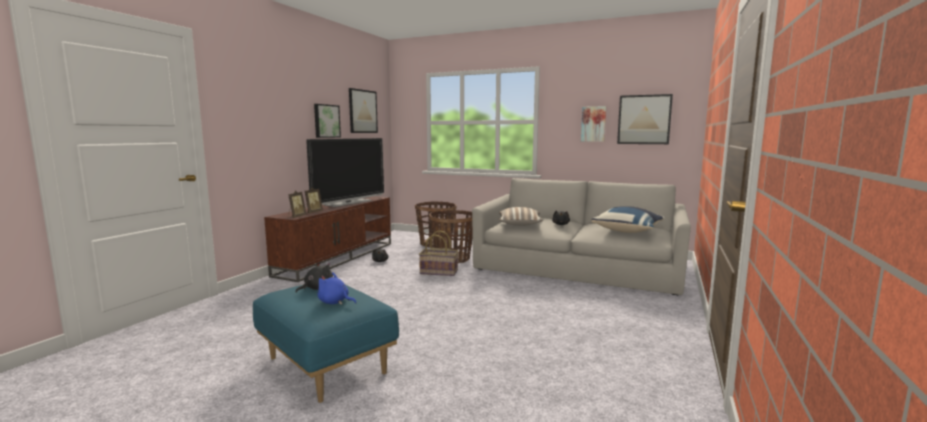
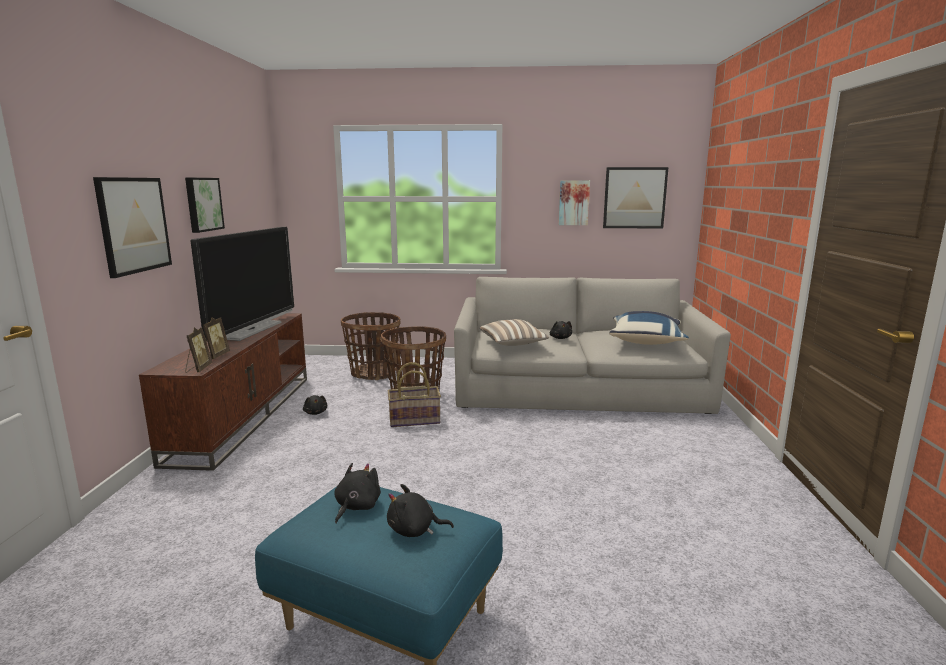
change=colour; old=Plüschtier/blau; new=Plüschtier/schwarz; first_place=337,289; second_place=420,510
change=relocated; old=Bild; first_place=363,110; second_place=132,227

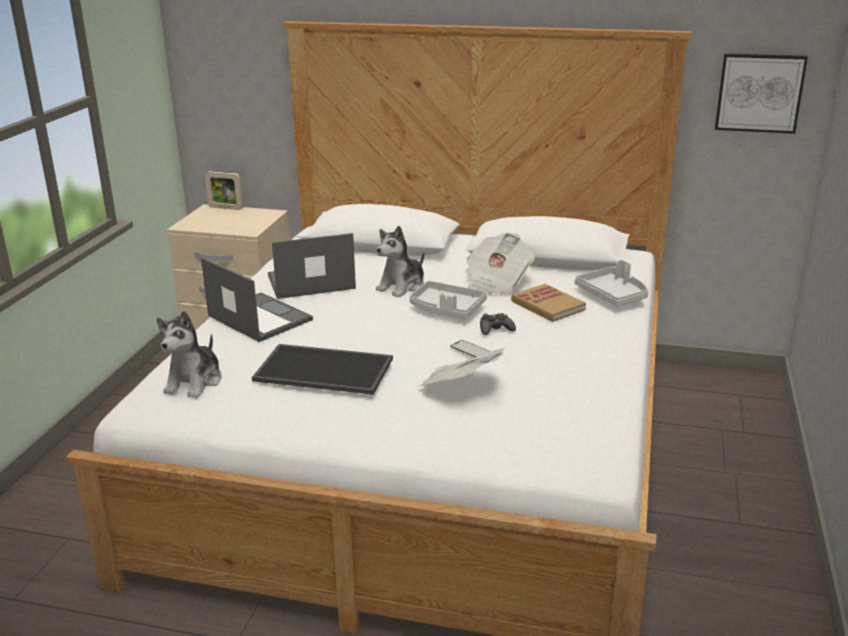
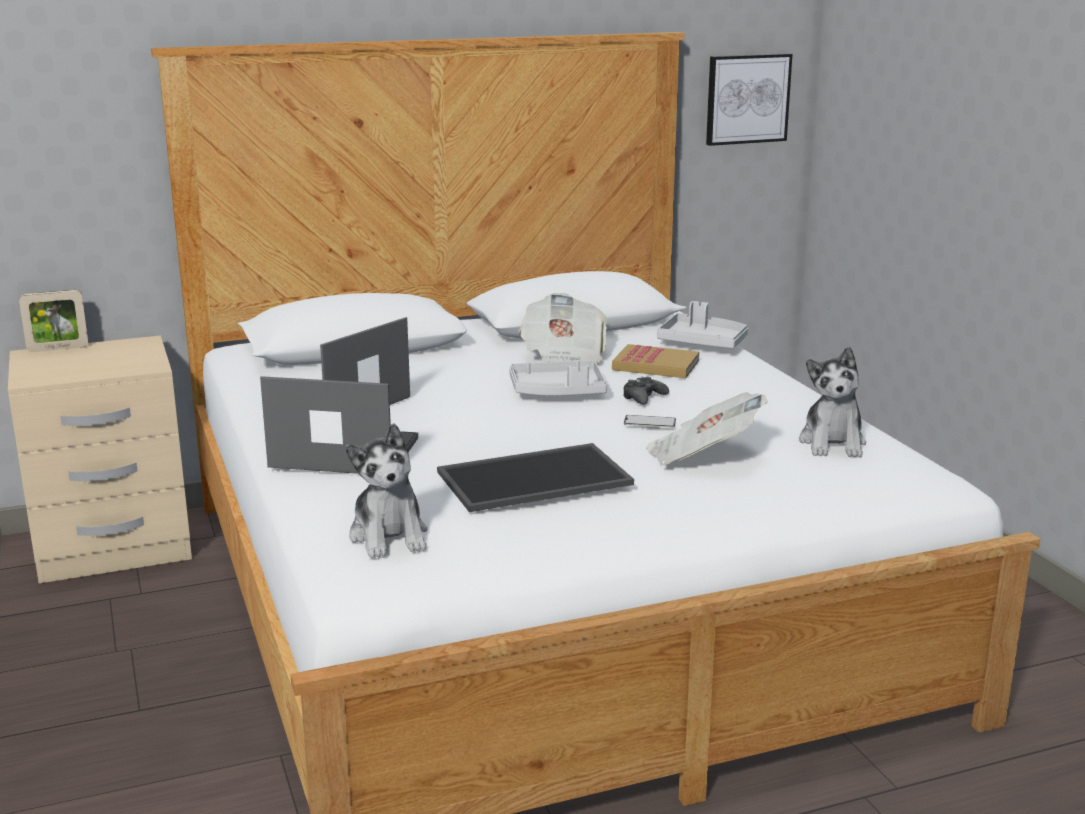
change=relocated; old=Plüschtier; first_place=400,261; second_place=832,402

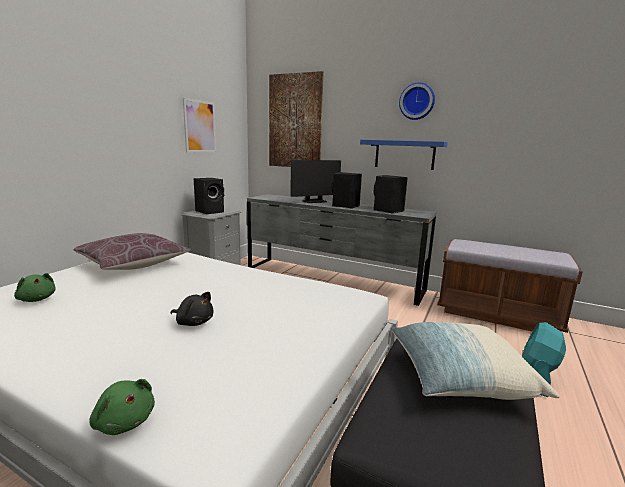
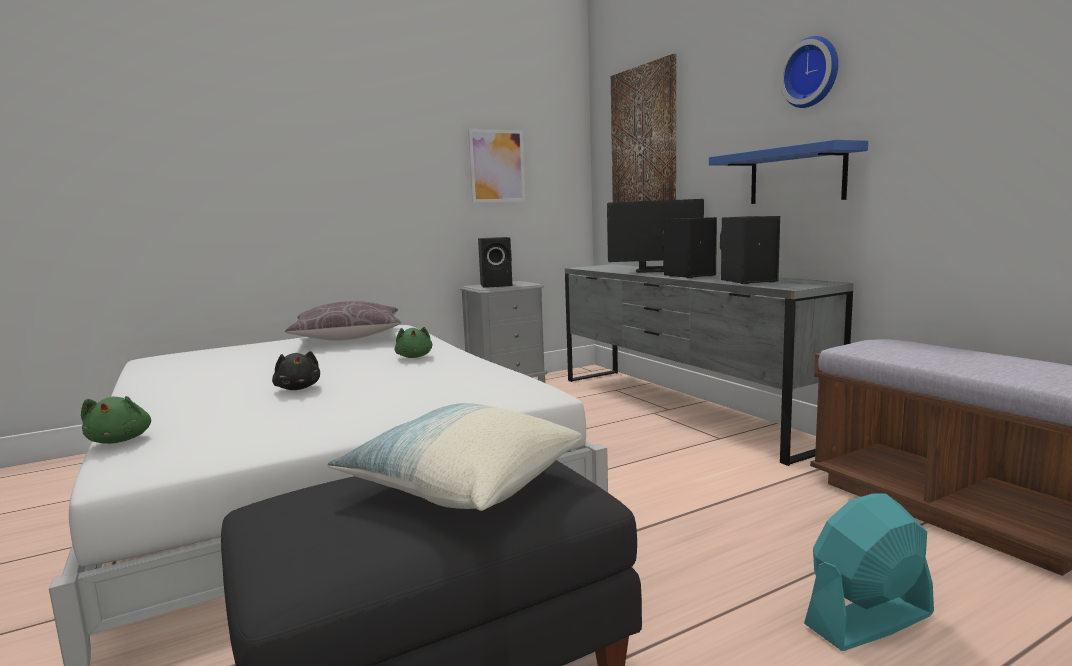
change=relocated; old=Plüschtier/grün; first_place=35,287; second_place=413,342

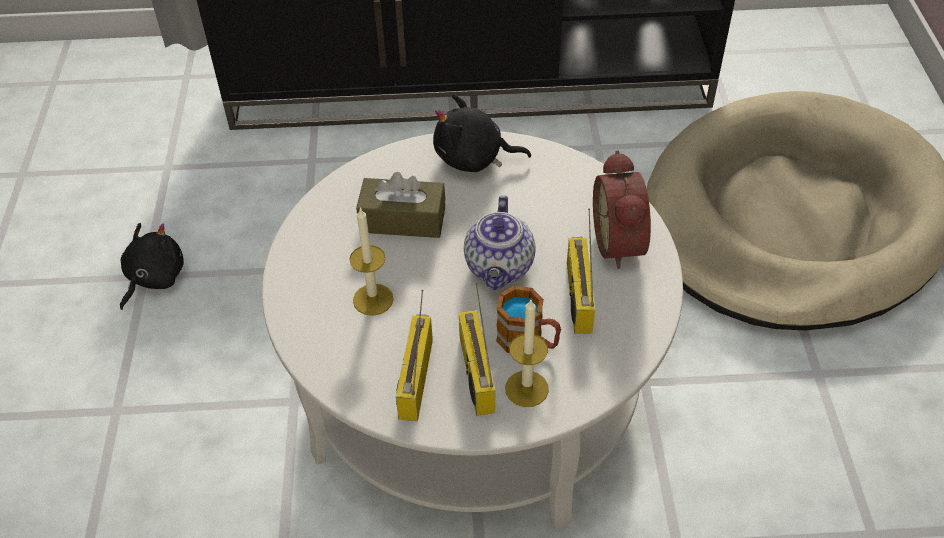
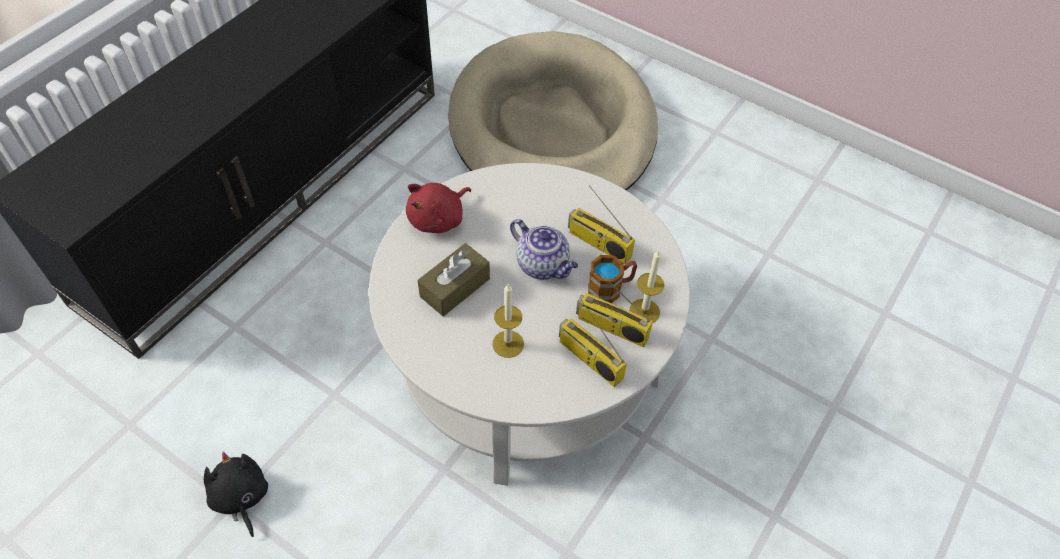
change=colour; old=Plüschtier/schwarz; new=Plüschtier/rot; first_place=482,133; second_place=438,208
change=missing; old=Wecker; first_place=622,209

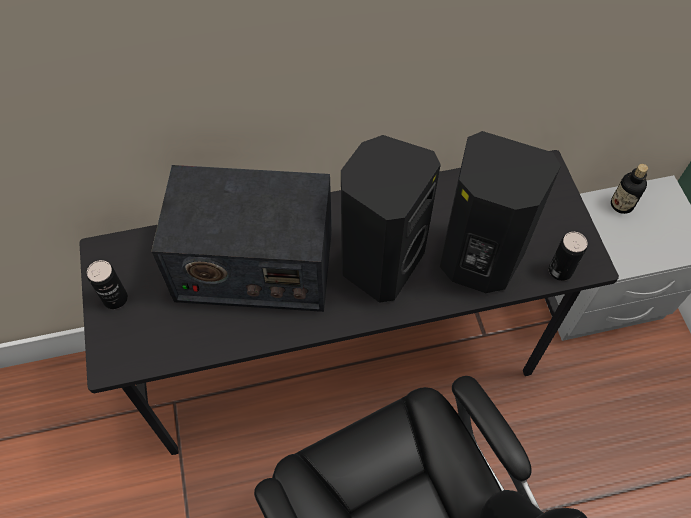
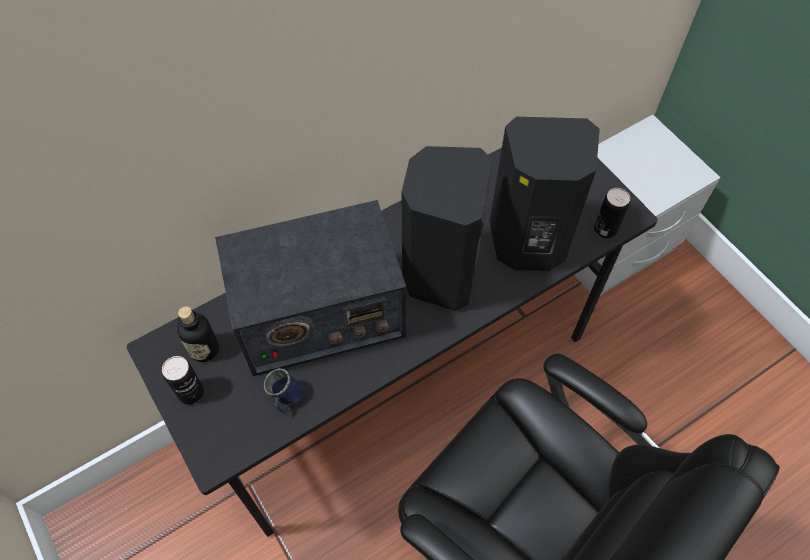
change=relocated; old=Flasche; first_place=629,189; second_place=198,334
change=appeared; new=Henkelbecher/blau; second_place=284,390

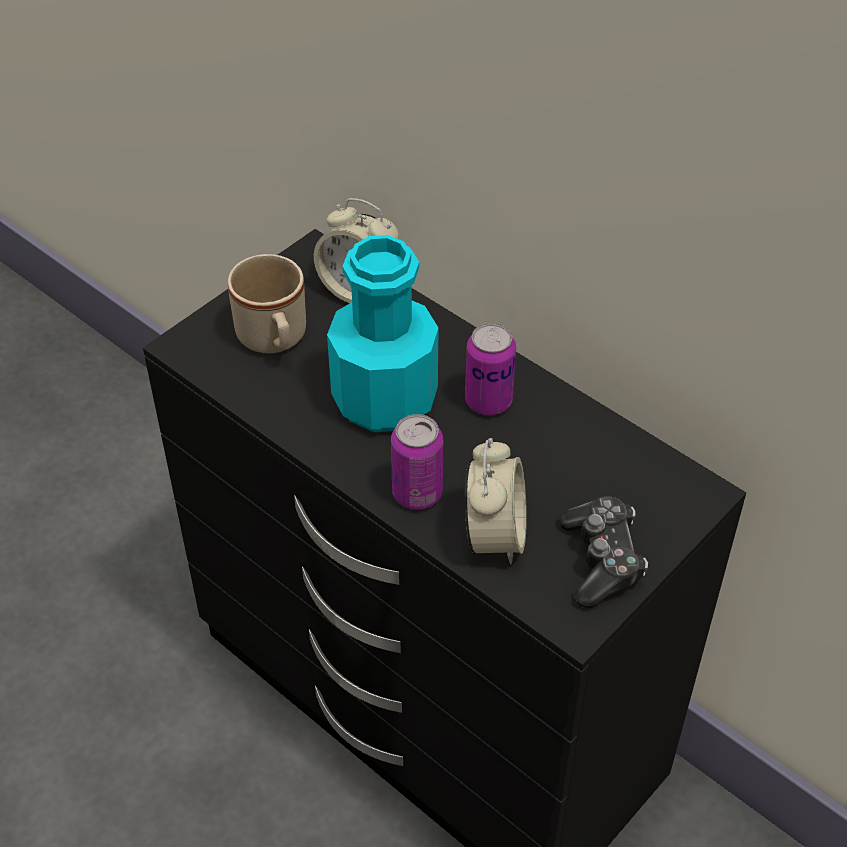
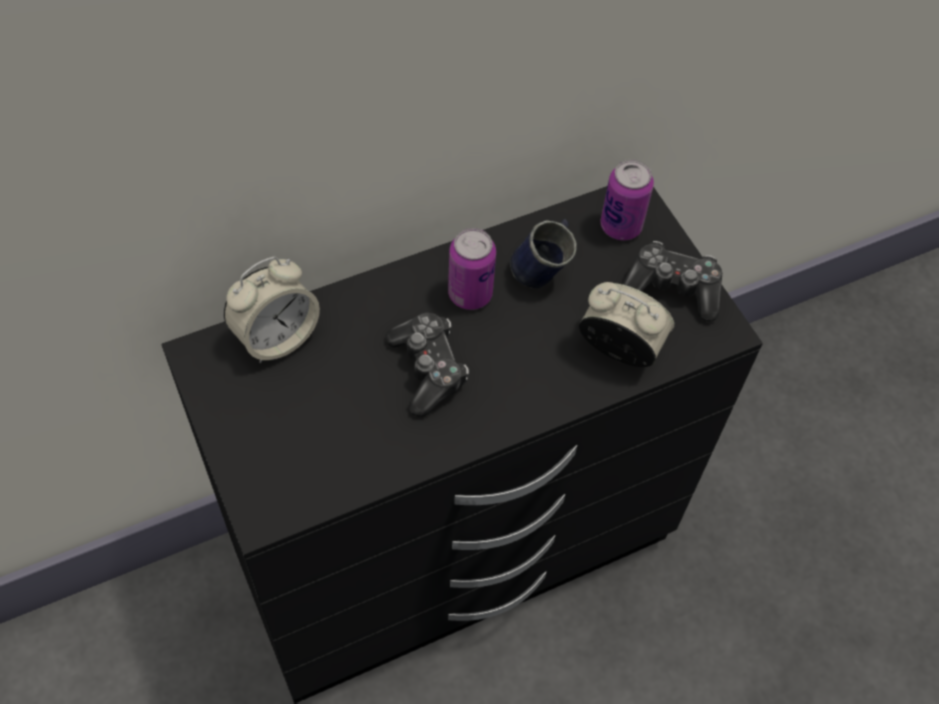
change=missing; old=Henkelbecher/beige; first_place=266,303
change=exchanged; old=Flasche/türkis; new=Gamepad; first_place=383,333; second_place=427,365
change=relocated; old=Dose; first_place=417,461; second_place=627,200
change=appeared; new=Henkelbecher/blau; second_place=543,253

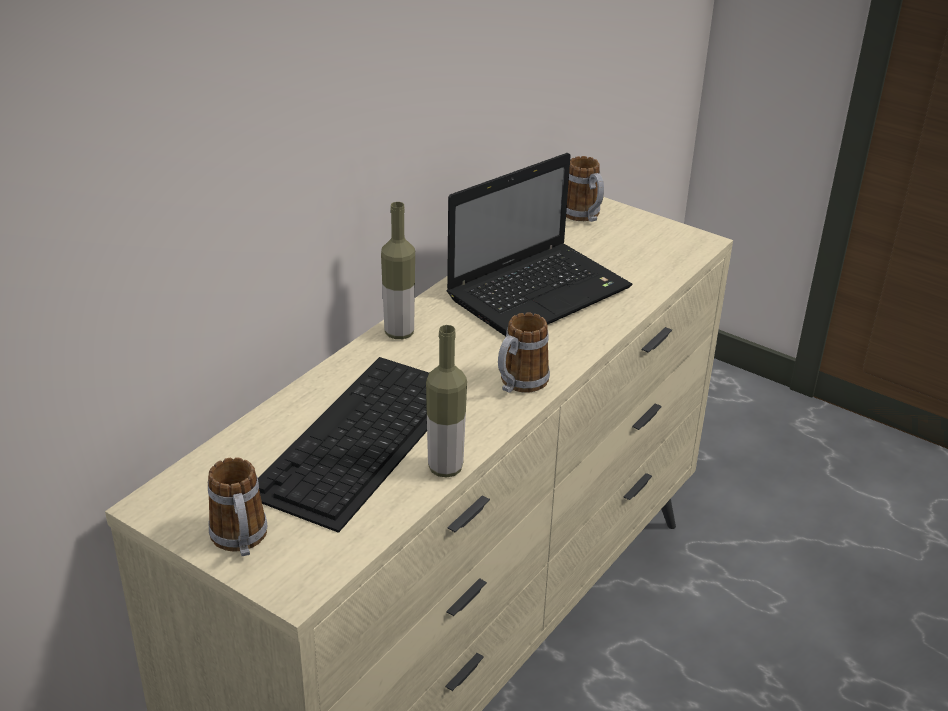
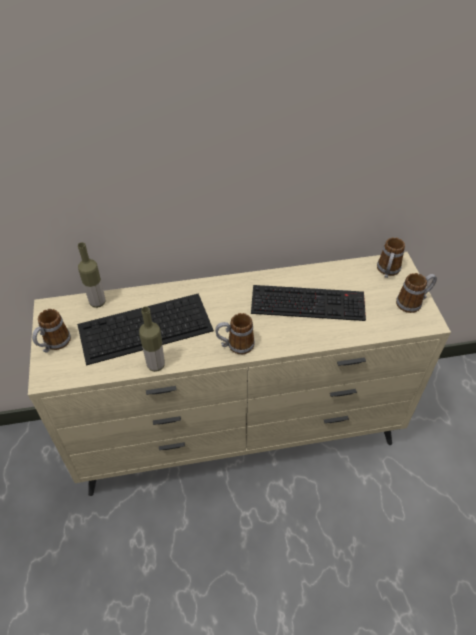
change=relocated; old=Flasche; first_place=398,270; second_place=92,275
change=exchanged; old=Laptop; new=Tastatur; first_place=539,244; second_place=308,303
change=appeared; new=Henkelbecher; second_place=416,293

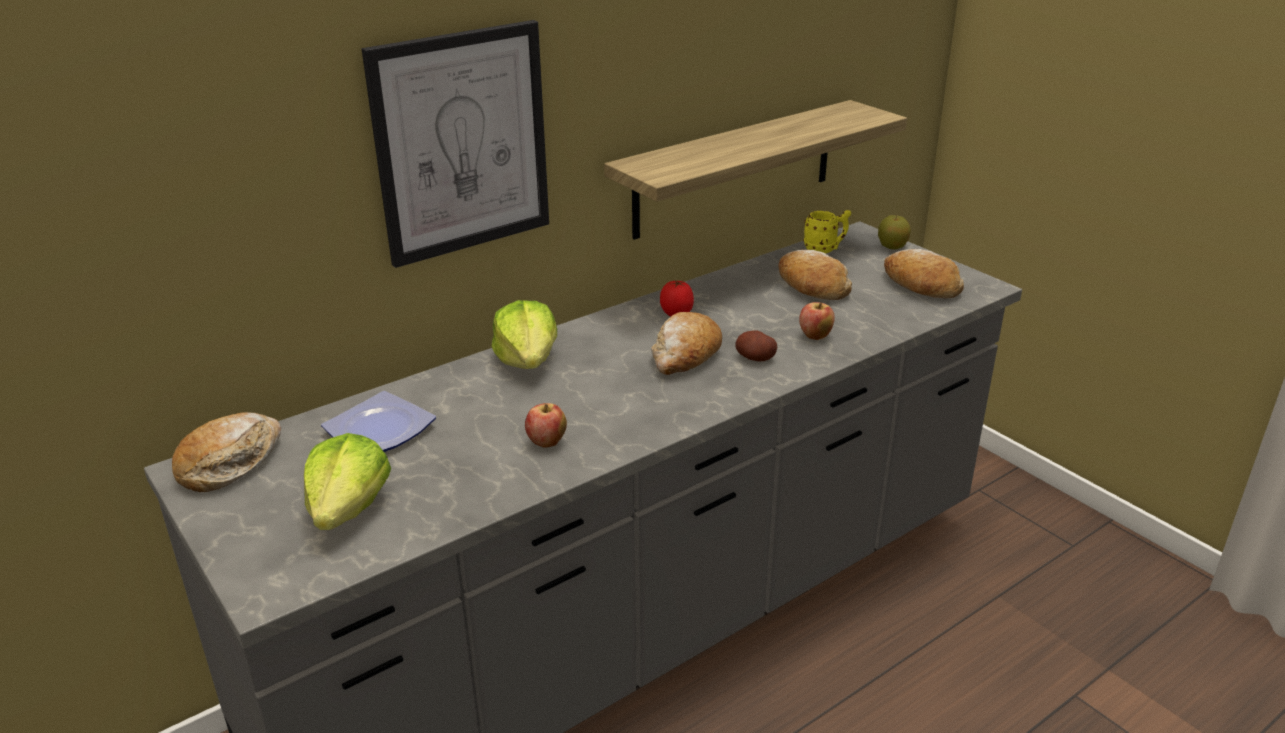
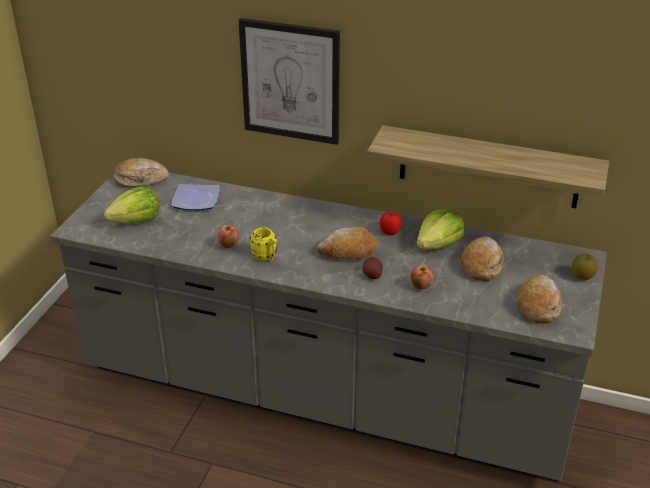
change=relocated; old=Salatkopf; first_place=524,334; second_place=440,229
change=relocated; old=Henkelbecher/gelb; first_place=827,232; second_place=263,244

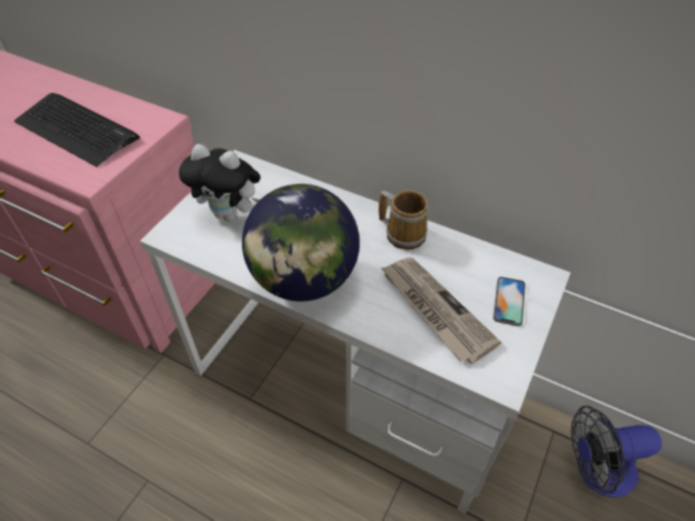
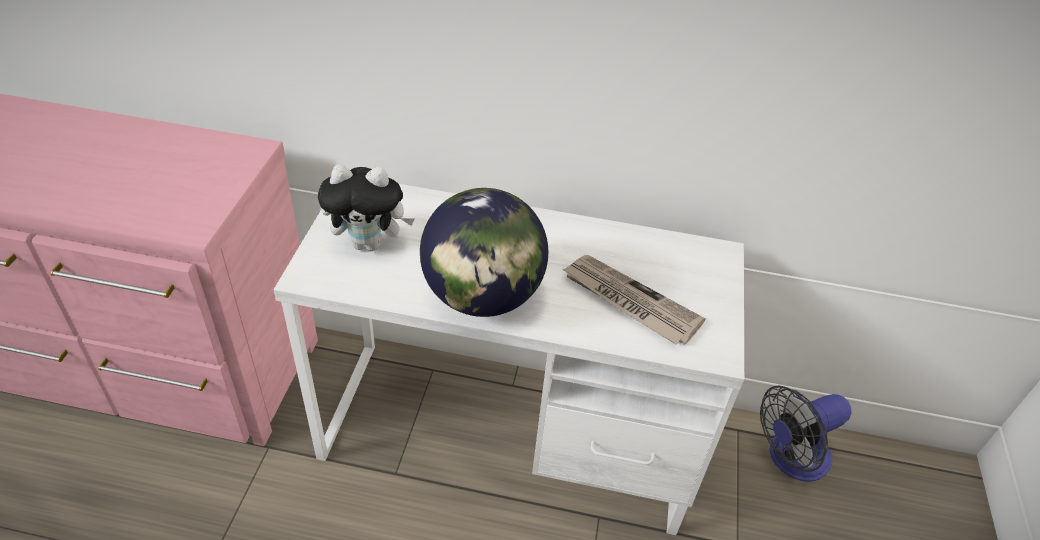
change=missing; old=Tastatur; first_place=77,130
change=missing; old=Henkelbecher; first_place=404,220
change=missing; old=Handy; first_place=509,301

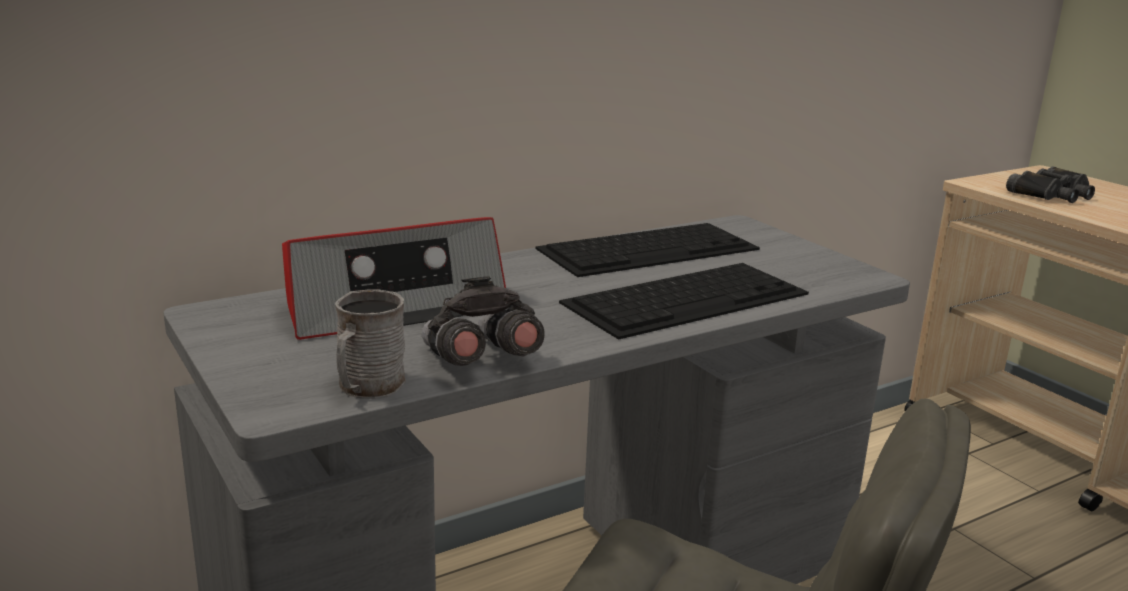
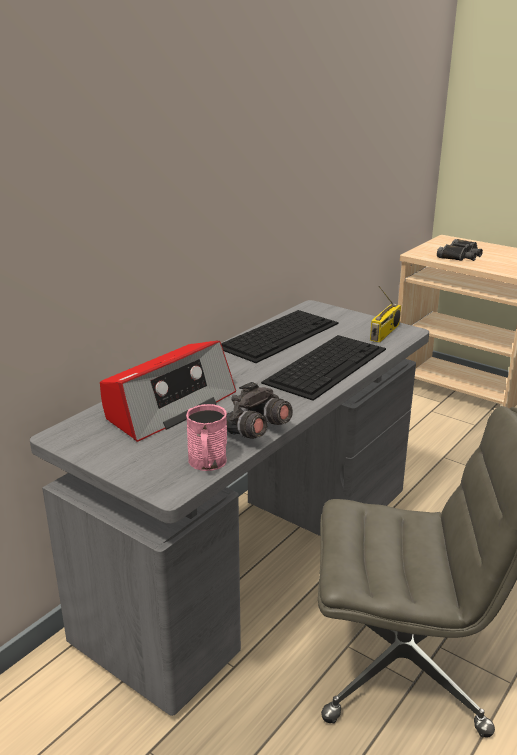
change=colour; old=Henkelbecher/grau; new=Henkelbecher/rosa; first_place=370,344; second_place=206,437
change=appeared; new=Radio; second_place=385,314

